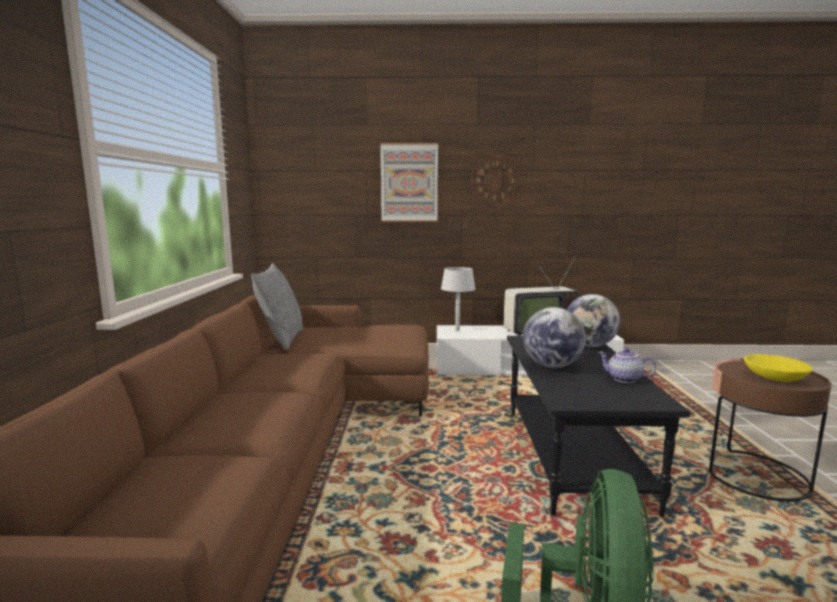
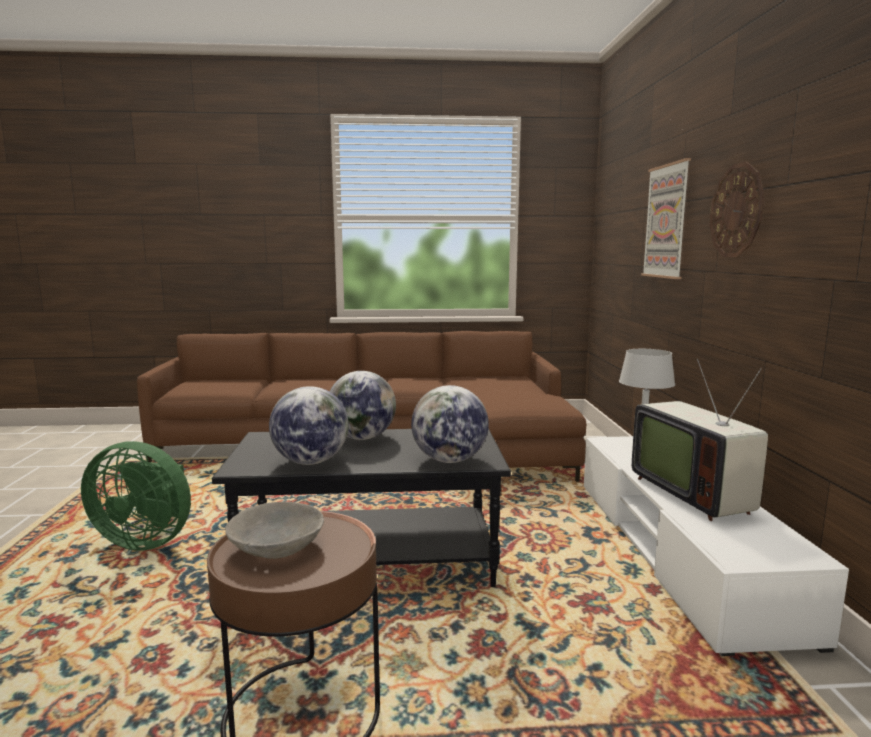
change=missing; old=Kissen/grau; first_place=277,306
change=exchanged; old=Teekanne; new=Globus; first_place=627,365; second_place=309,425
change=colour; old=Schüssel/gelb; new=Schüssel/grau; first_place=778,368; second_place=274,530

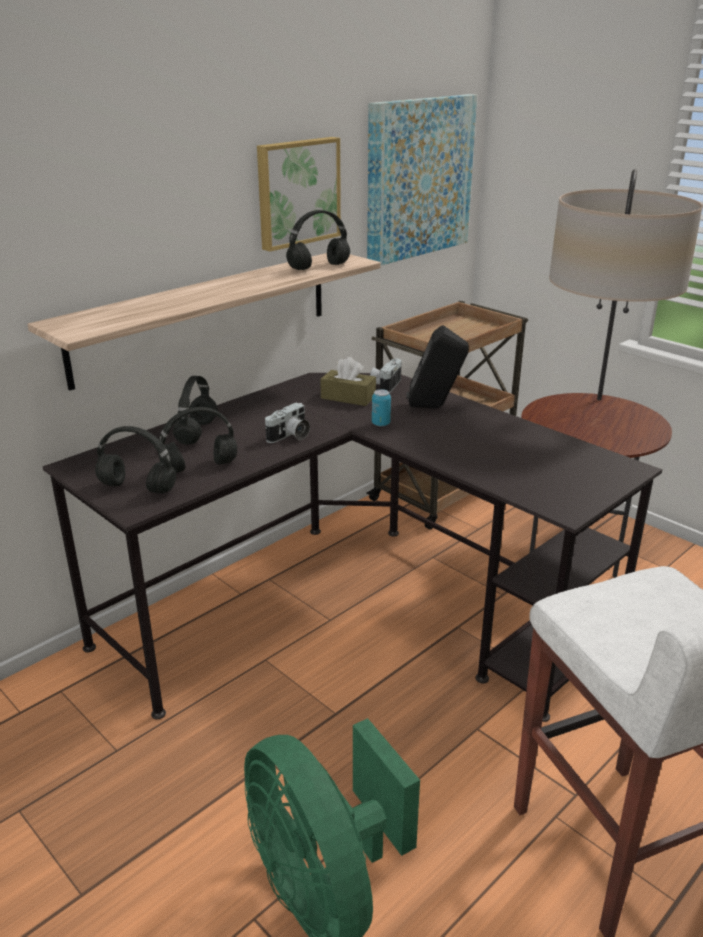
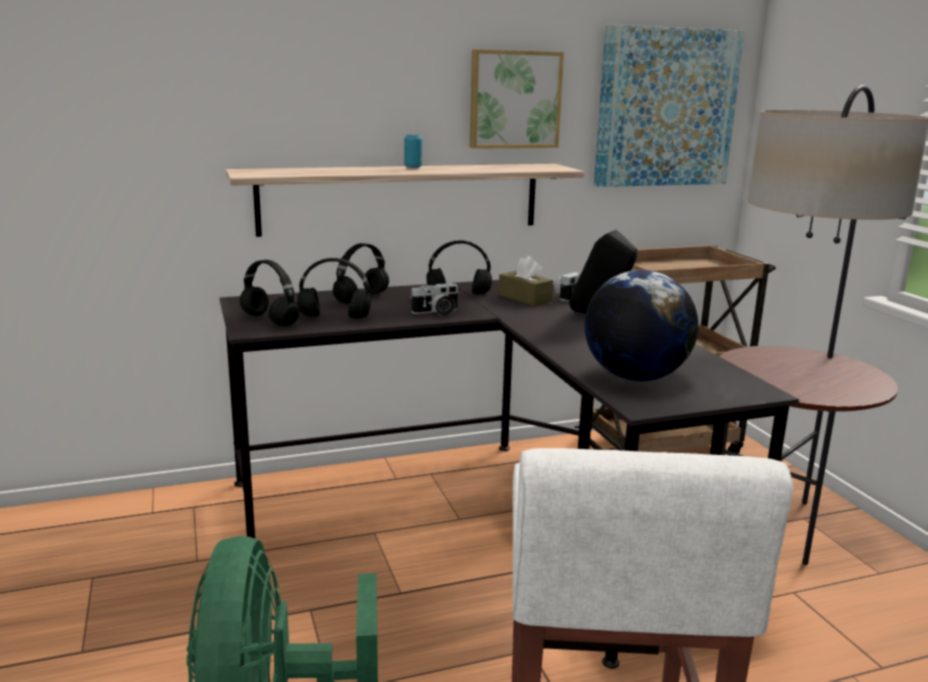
change=relocated; old=Kopfhörer/schwarz; first_place=318,240; second_place=459,267
change=relocated; old=Dose; first_place=381,407; second_place=413,150
change=appeared; new=Globus; second_place=641,325

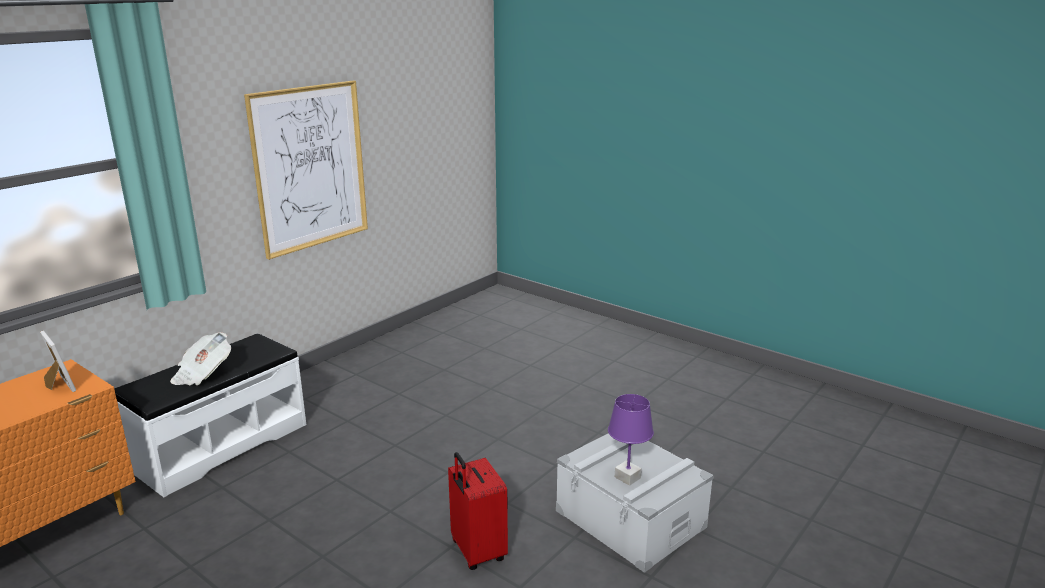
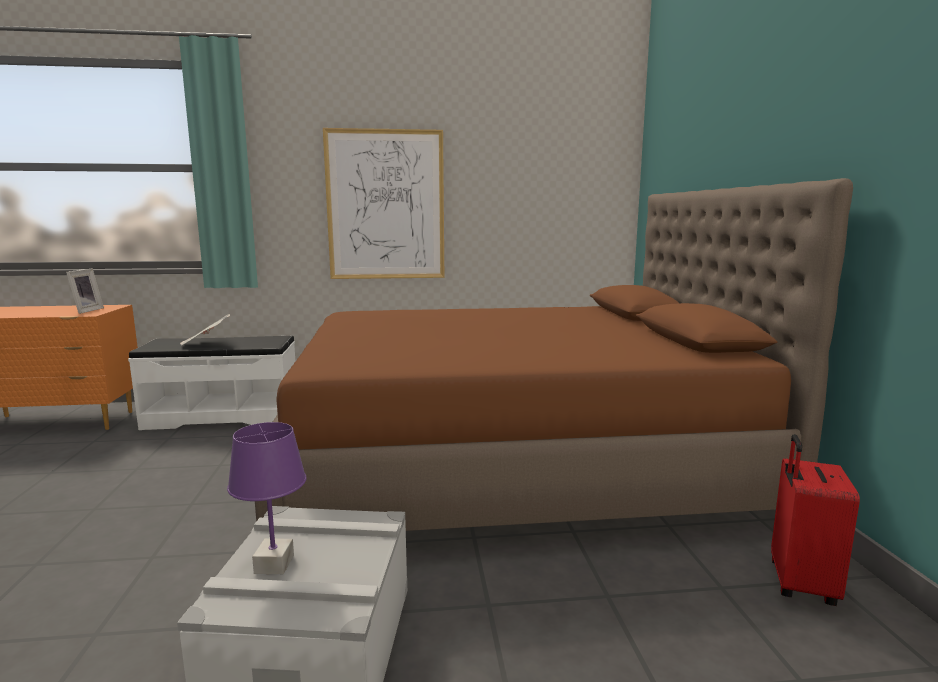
change=relocated; old=Koffer/rot; first_place=478,511; second_place=815,520
change=appeared; new=Bett/braun; second_place=554,354

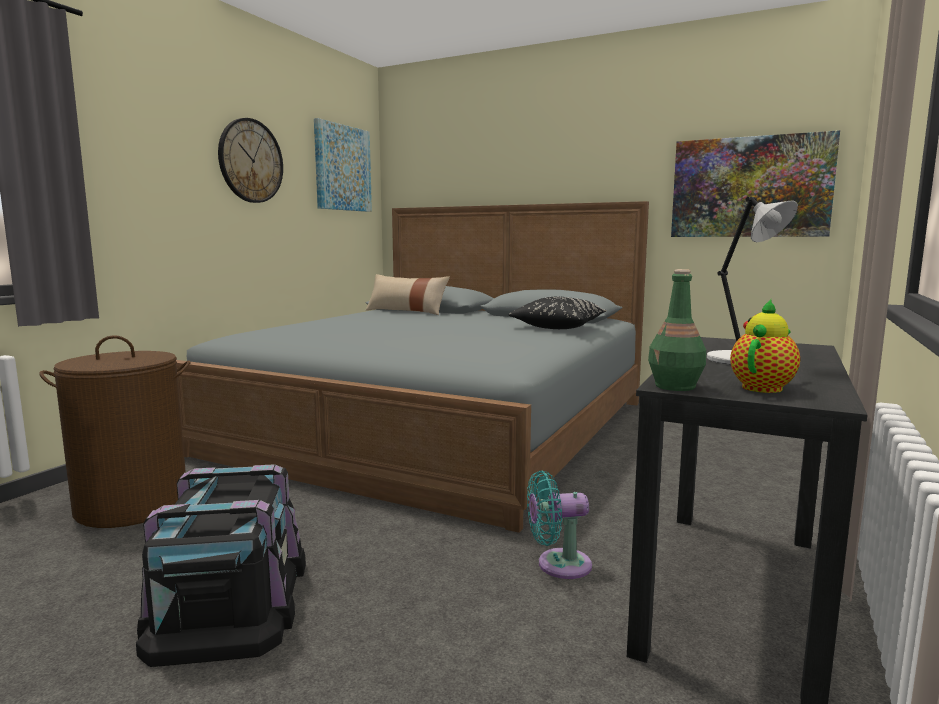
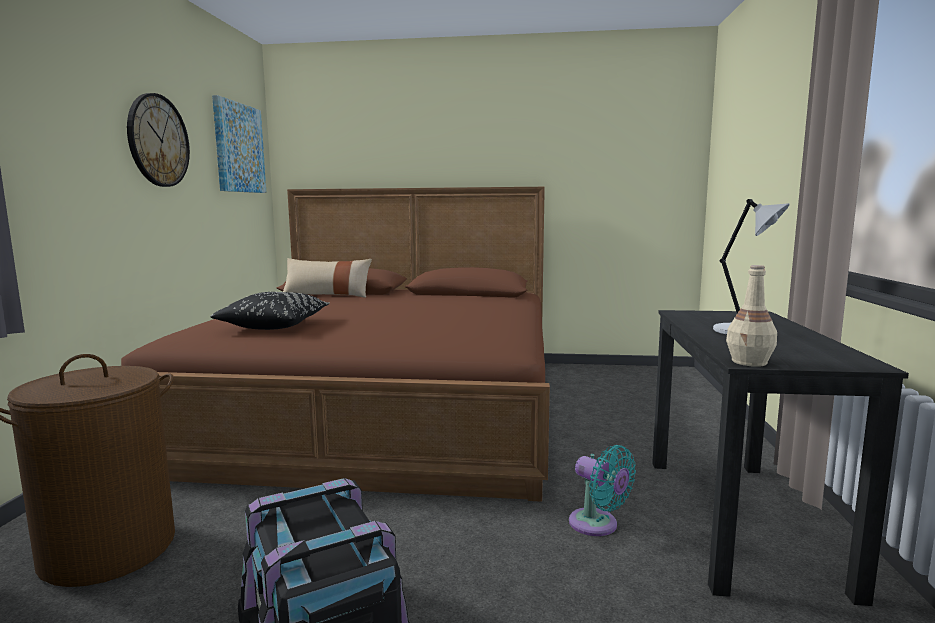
change=colour; old=Bett/grau; new=Bett/braun; first_place=412,367; second_place=335,344
change=relocated; old=Kissen/schwarz; first_place=557,312; second_place=270,311
change=spun; old=Ventilator/türkis; first_place=559,525; second_place=602,490; degrees=-105
change=colour; old=Flasche/grün; new=Flasche/beige; first_place=677,330; second_place=751,316
change=missing; old=Bild; first_place=755,183
change=missing; old=Teekanne; first_place=765,346

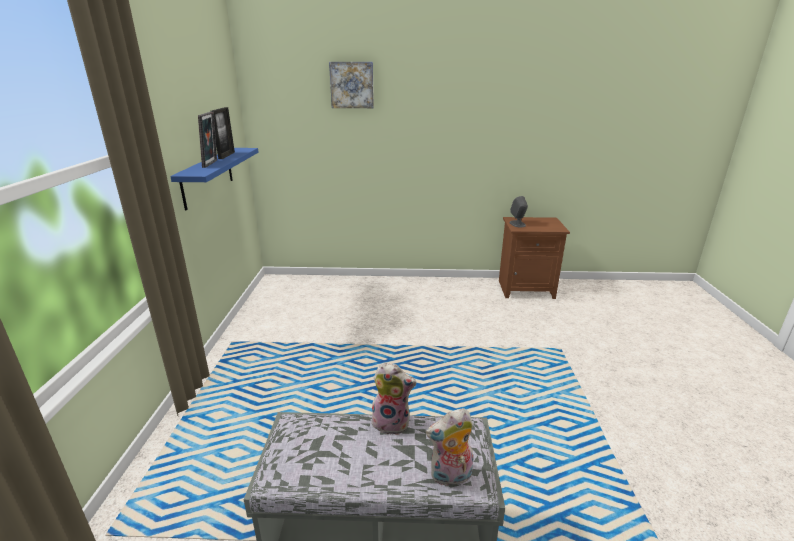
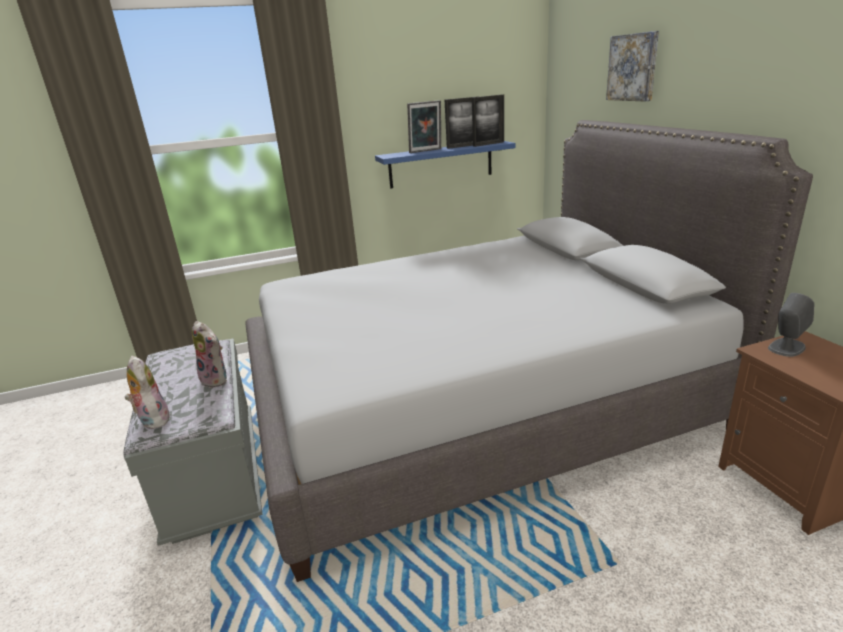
change=spun; old=Plüschtier; first_place=393,398; second_place=209,354; degrees=-45
change=appeared; new=Bett/grau; second_place=529,351
change=appeared; new=Bilderrahmen; second_place=488,120

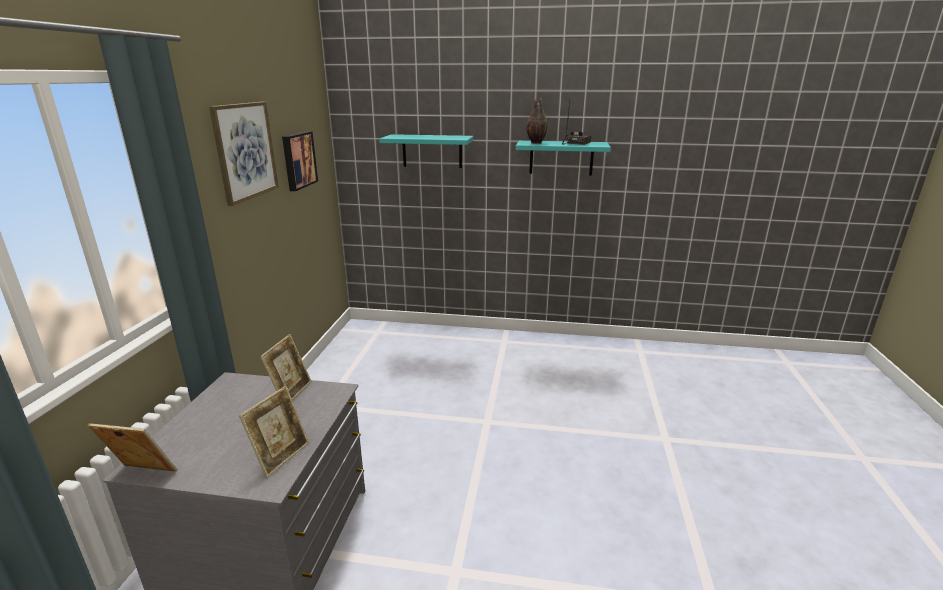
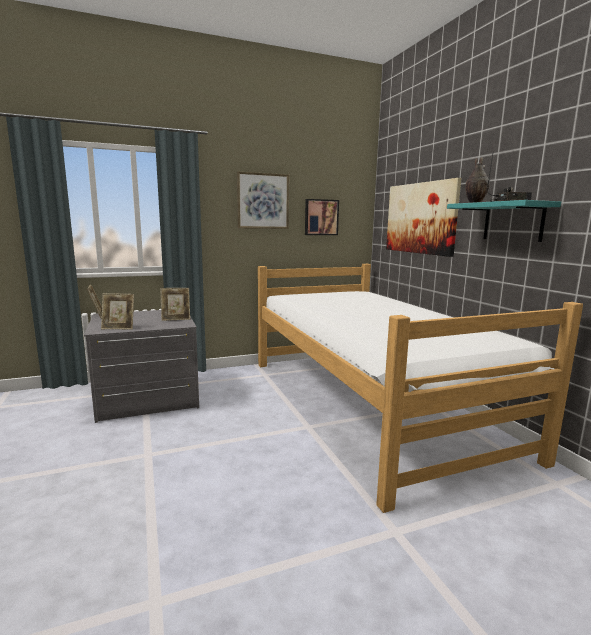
change=exchanged; old=Wandregal/türkis; new=Bild; first_place=426,151; second_place=423,217
change=appeared; new=Bett; second_place=420,388

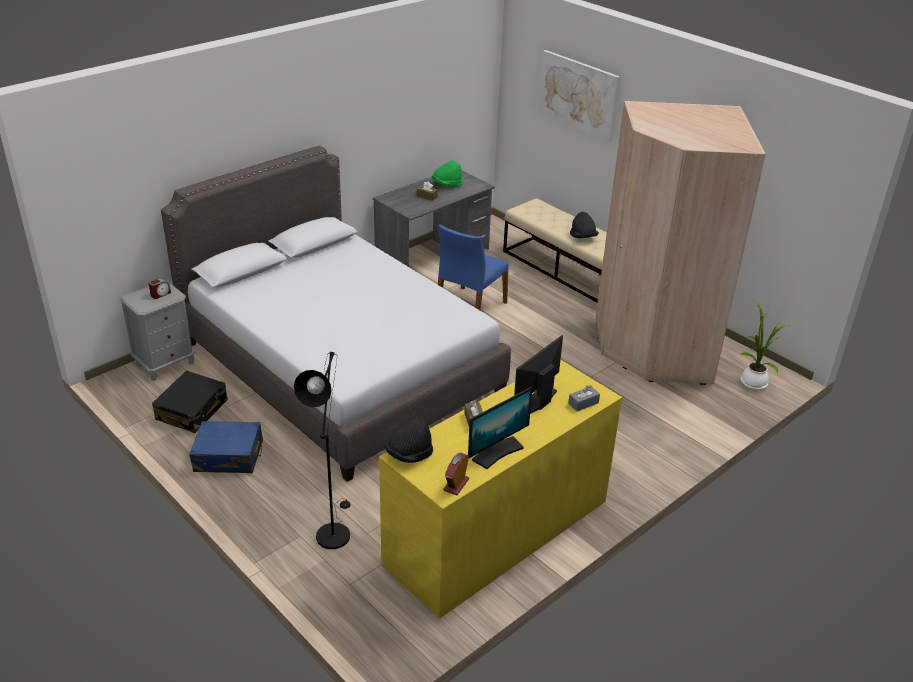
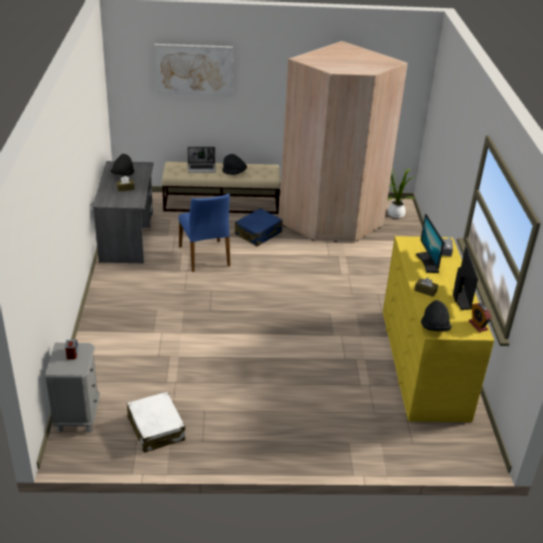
change=colour; old=Koffer/schwarz; new=Koffer/weiß; first_place=190,402; second_place=156,422
change=missing; old=Bett/grau; first_place=336,313
change=relocated; old=Koffer/blau; first_place=226,447; second_place=259,227
change=missing; old=Stehlampe/schwarz; first_place=322,450
change=colour; old=Hut/grün; new=Hut/schwarz; first_place=447,174; second_place=122,165
change=appeared; new=Laptop; second_place=202,160

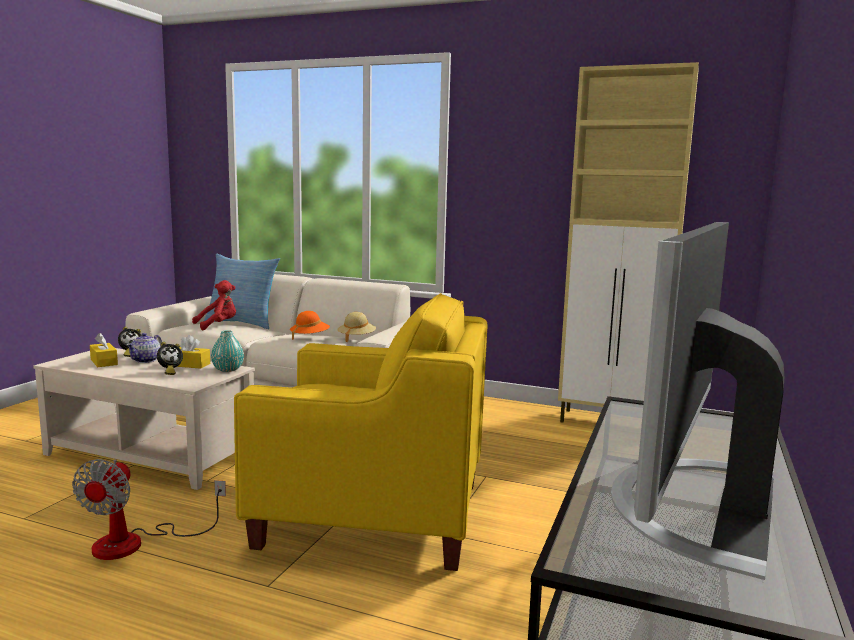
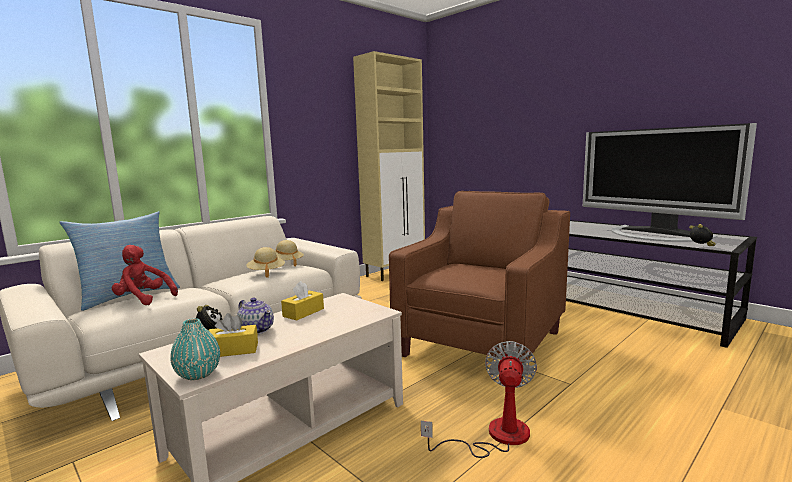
change=spun; old=Ventilator; first_place=149,509; second_place=479,399; degrees=-105
change=relocated; old=Wecker; first_place=170,358; second_place=702,235
change=spun; old=Plüschtier/rot; first_place=214,305; second_place=145,275; degrees=-60
change=relocated; old=Vase/türkis; first_place=227,351; second_place=195,349
change=colour; old=Sessel/gelb; new=Sessel/braun; first_place=361,432; second_place=479,287
change=colour; old=Hut/orange; new=Hut/beige; first_place=310,325; second_place=265,262

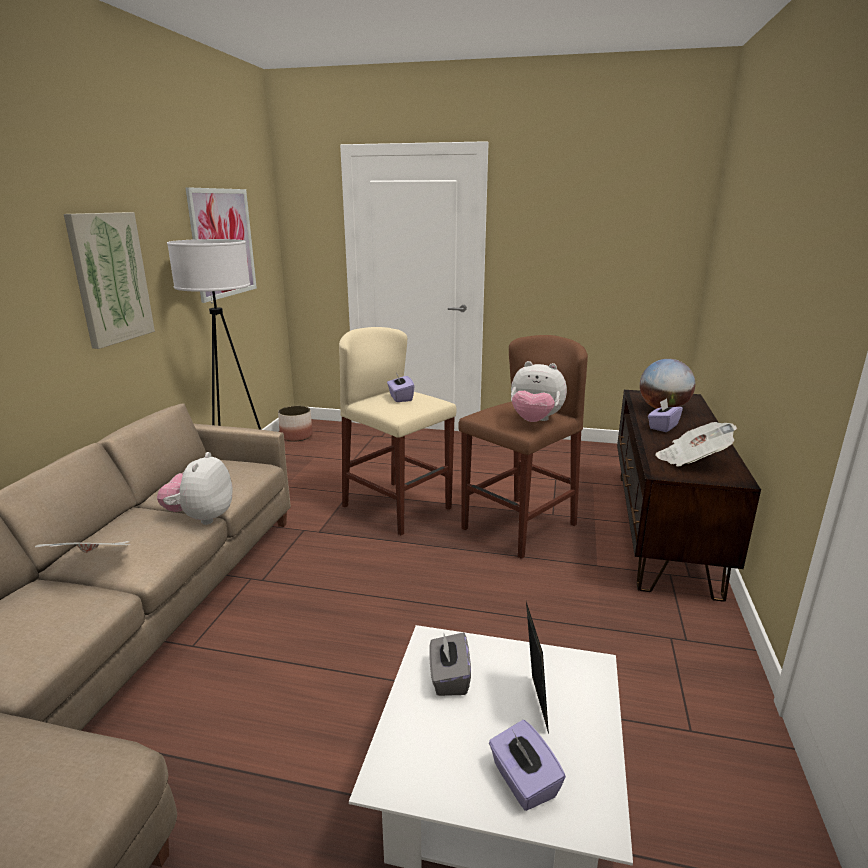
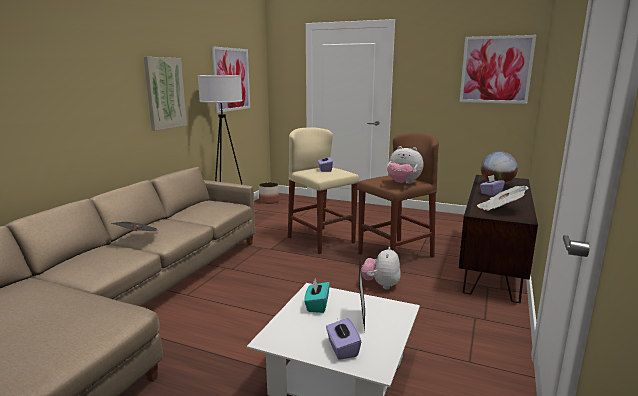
change=relocated; old=Plüschtier; first_place=194,488; second_place=381,268
change=colour; old=Taschentuchbox/grau; new=Taschentuchbox/türkis; first_place=450,664; second_place=317,295
change=appeared; new=Bild; second_place=497,69

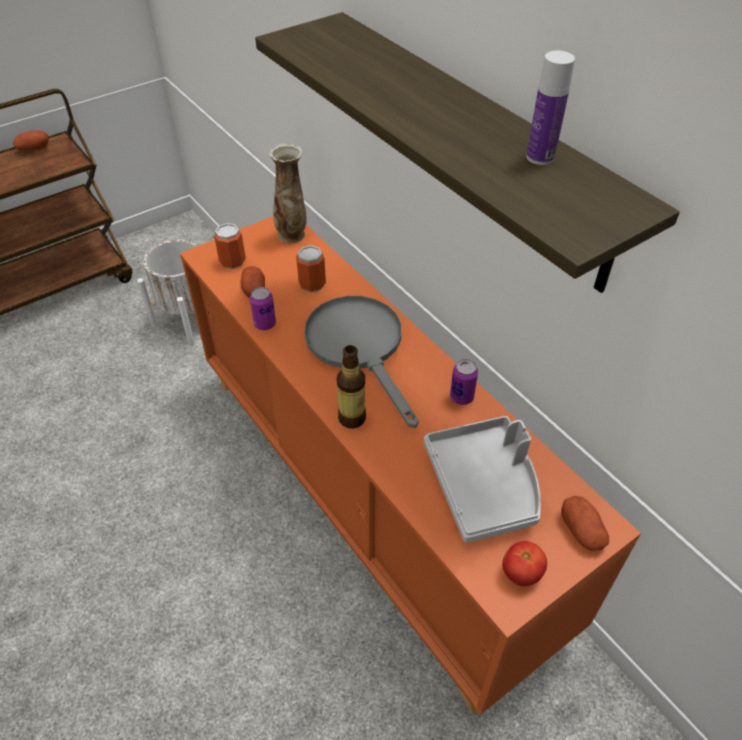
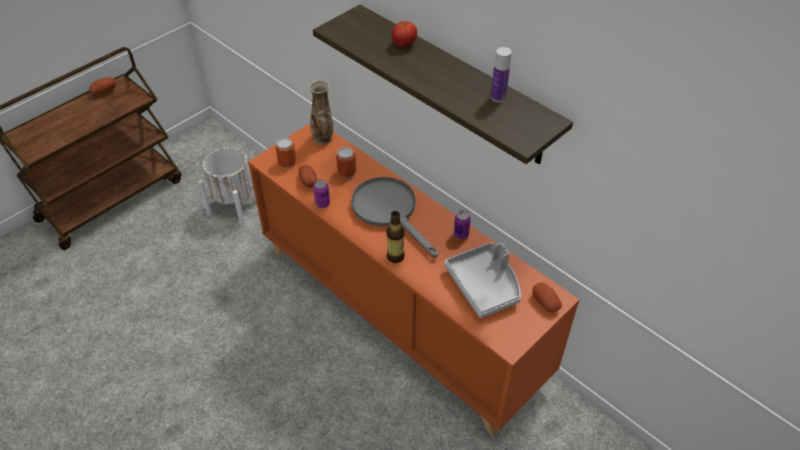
change=relocated; old=Tomate; first_place=524,563; second_place=404,34

